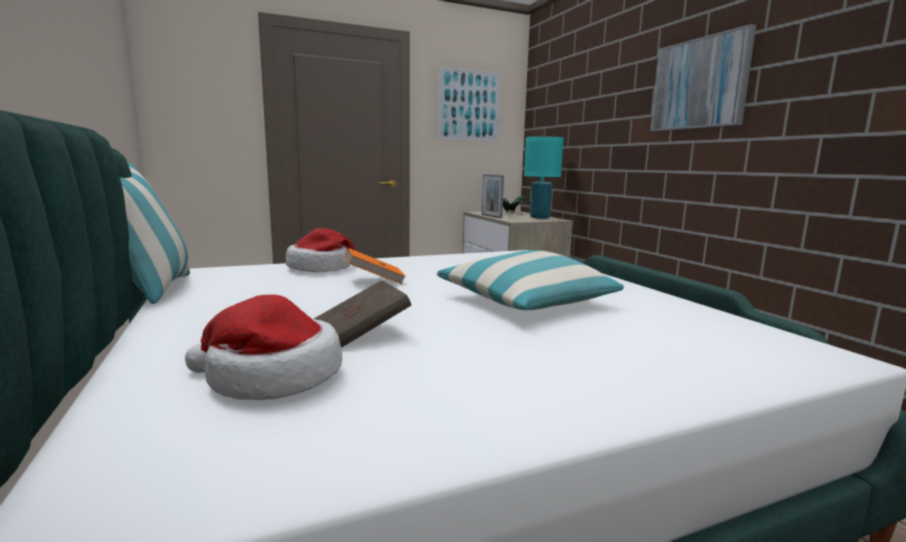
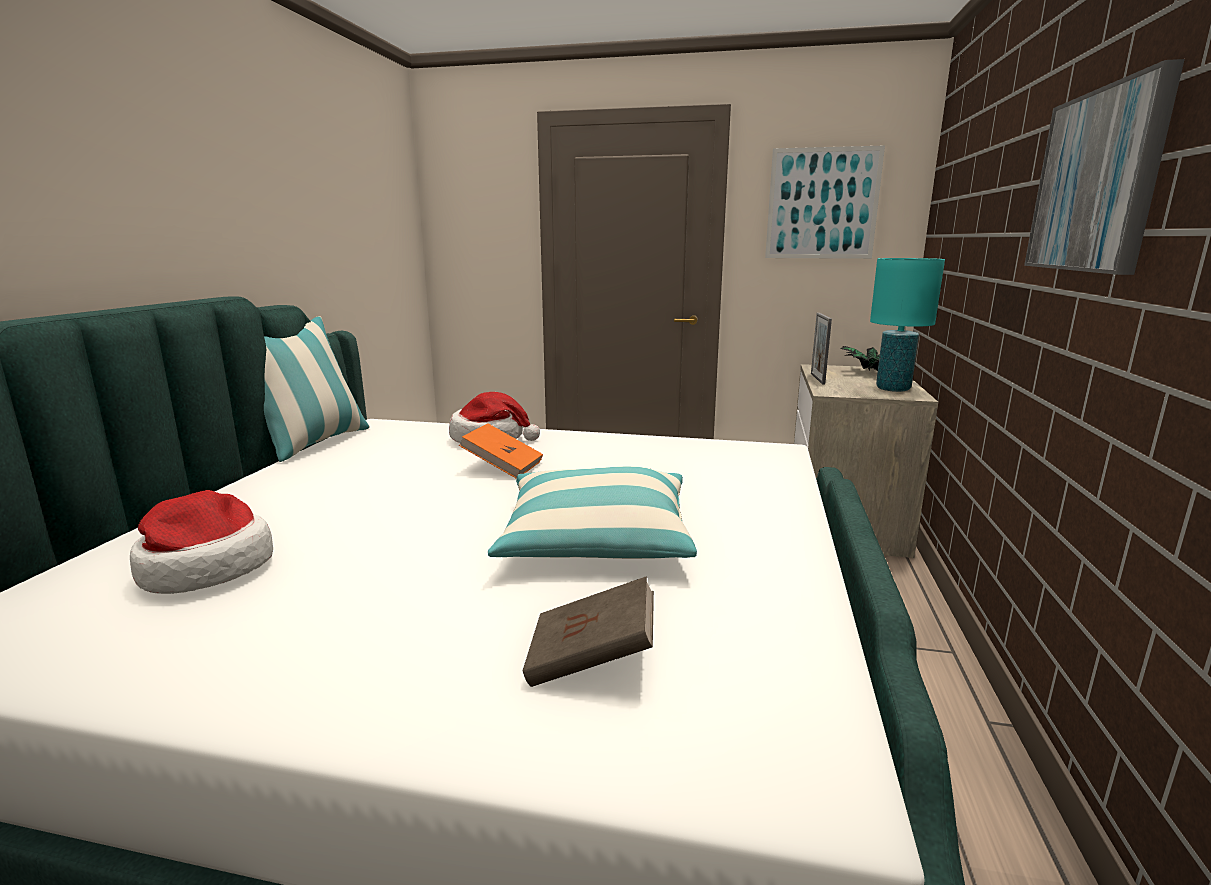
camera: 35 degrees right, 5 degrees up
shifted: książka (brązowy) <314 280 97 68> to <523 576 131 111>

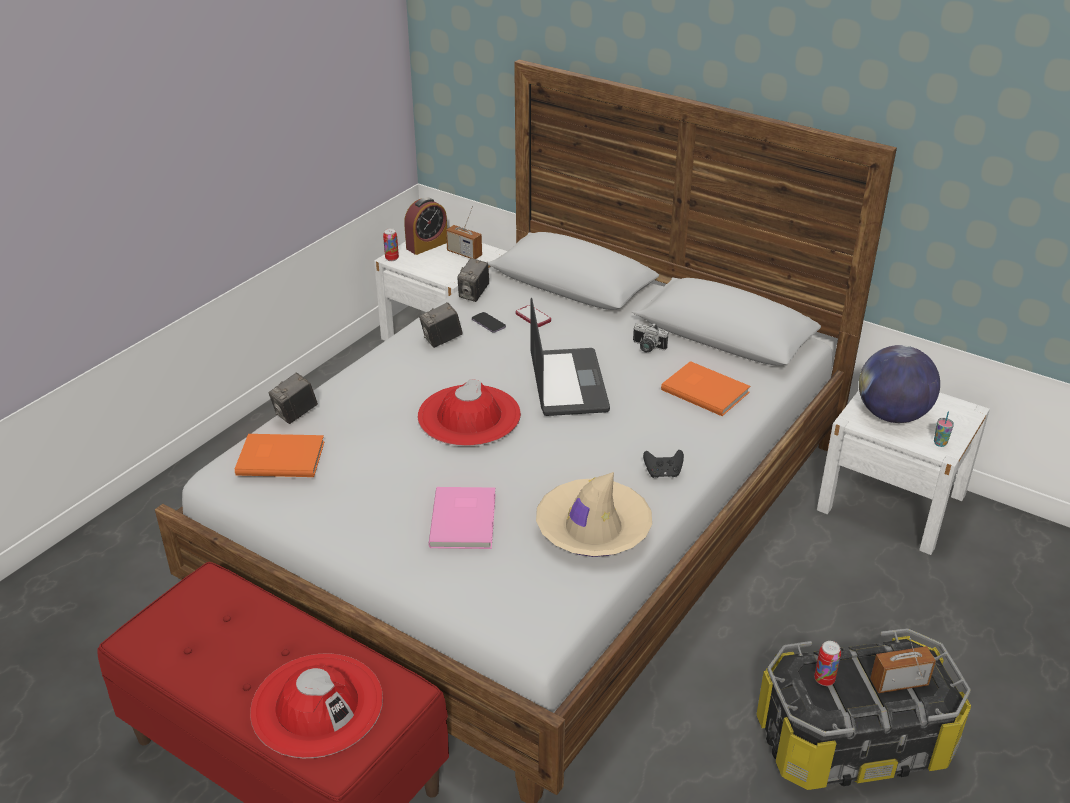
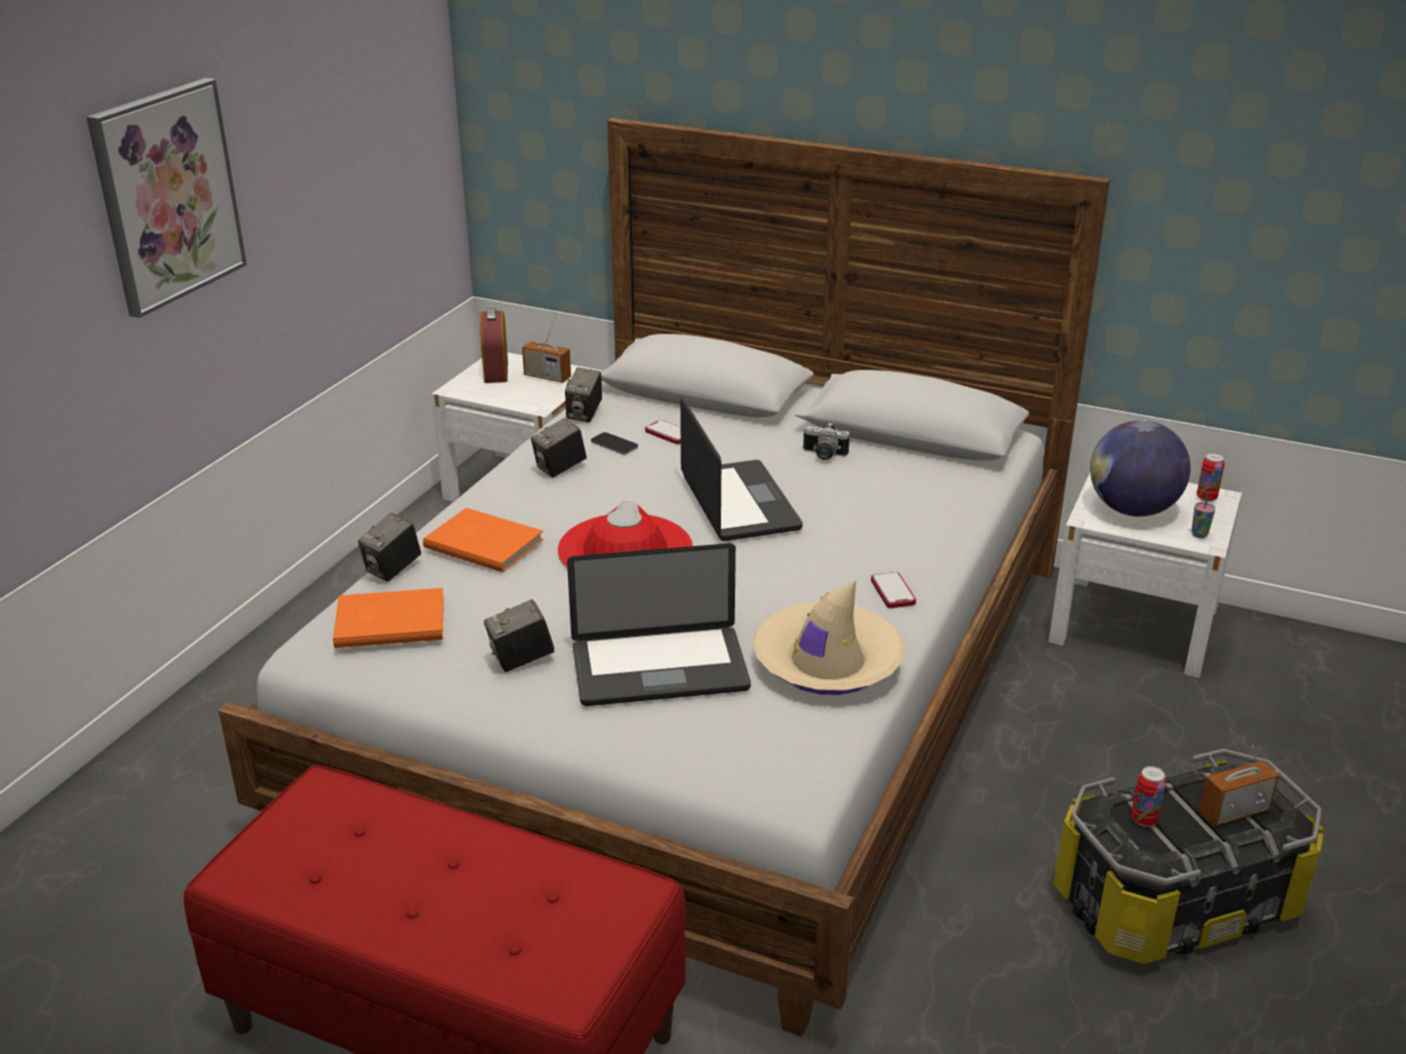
camera: 10 degrees left, 5 degrees down
gone: kapelusz (czerwony) <250 653 133 105>
new: obraz <87 78 160 240>; aparat fotograficzny <484 599 70 73>
shifted: puszka <383 228 16 33> to <1197 453 28 49>; książka (pomarańczowy) <661 361 89 55> to <423 508 121 64>
swapped: książka (różowy) <428 487 68 62> to laptop <567 543 184 163>; pad do gier (czarny) <643 450 41 28> to telefon <871 572 45 36>
rotated: budzik <404 197 43 58> = <480 308 28 75> 135 degrees clockwise

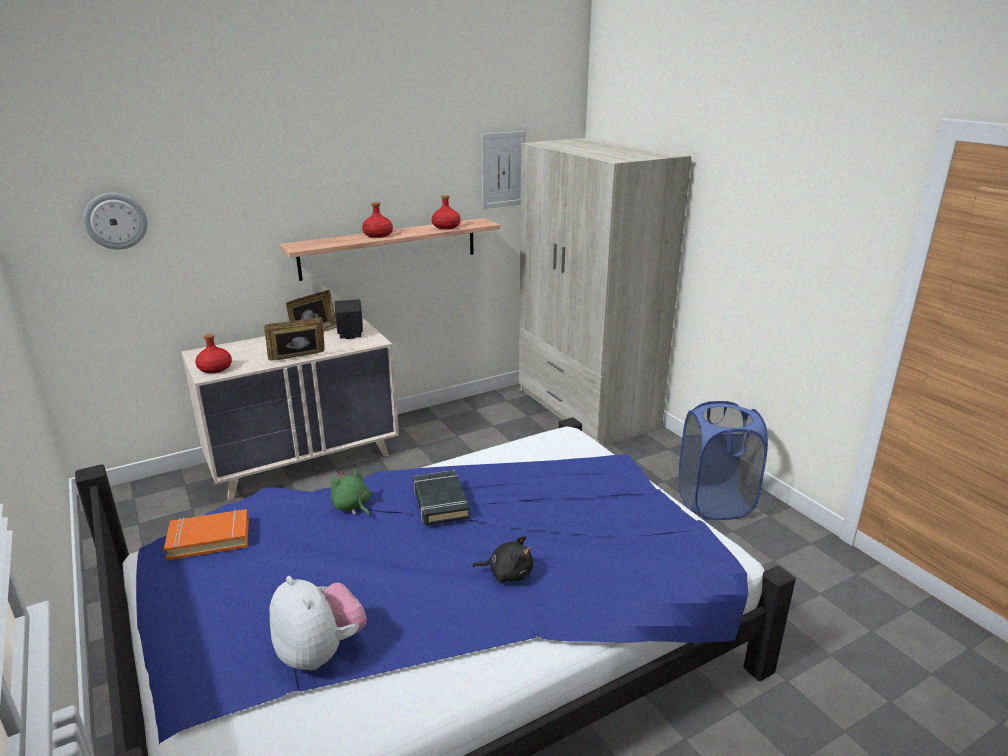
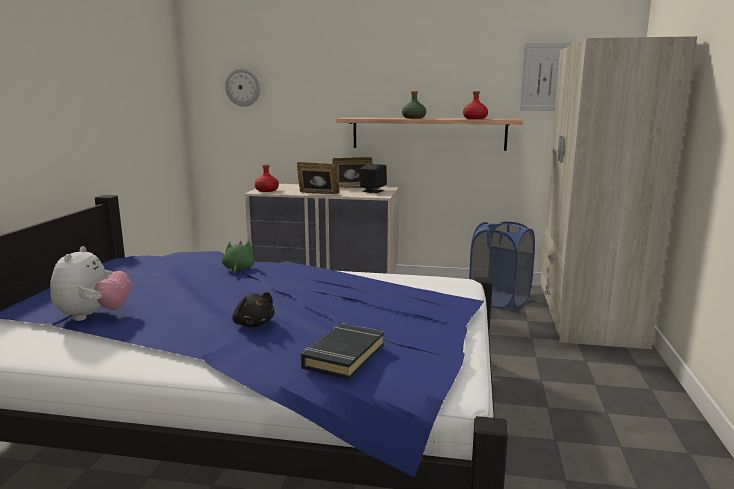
camera: 40 degrees right, 10 degrees down
gone: książka (pomarańczowy) <164 509 85 51>
shifted: książka (czarny) <413 470 57 56> to <301 323 84 57>; kosz na pranie (niebieski) <679 401 89 119> to <469 221 66 88>
repainted: butelka (czerwony) <362 202 31 36> to butelka (zielony) <402 91 24 28>

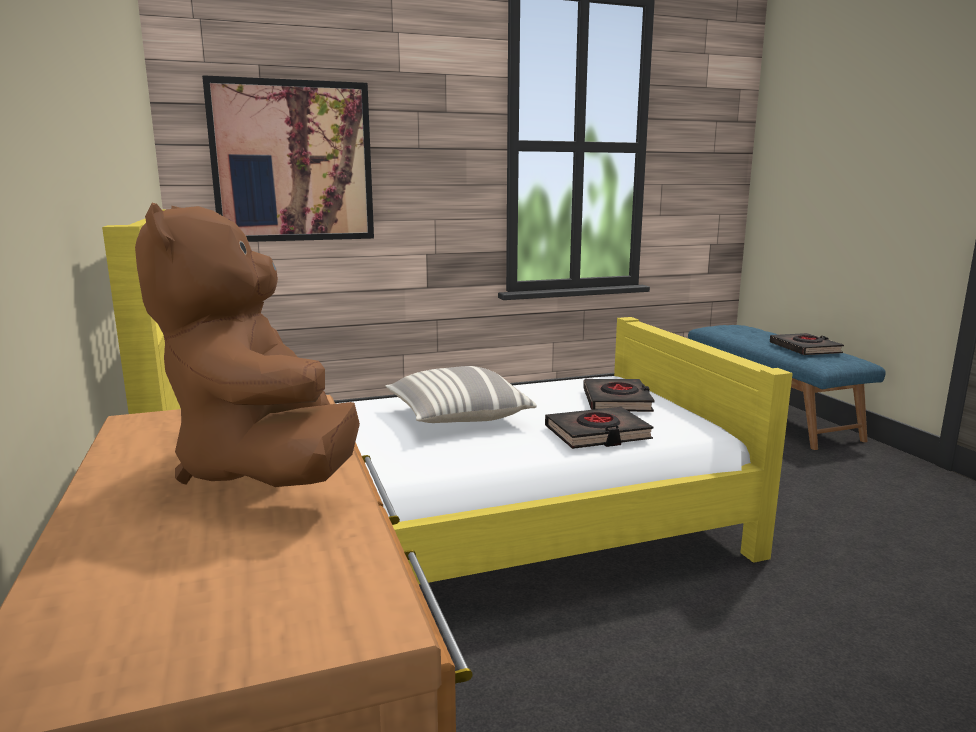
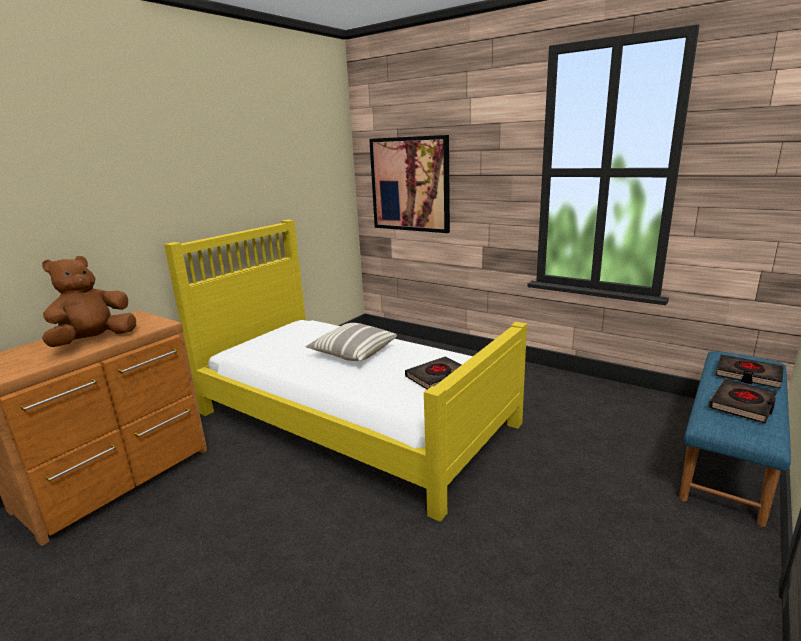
camera: 55 degrees right, 5 degrees up
shifted: książka (czarny) <545 407 108 42> to <715 354 69 35>

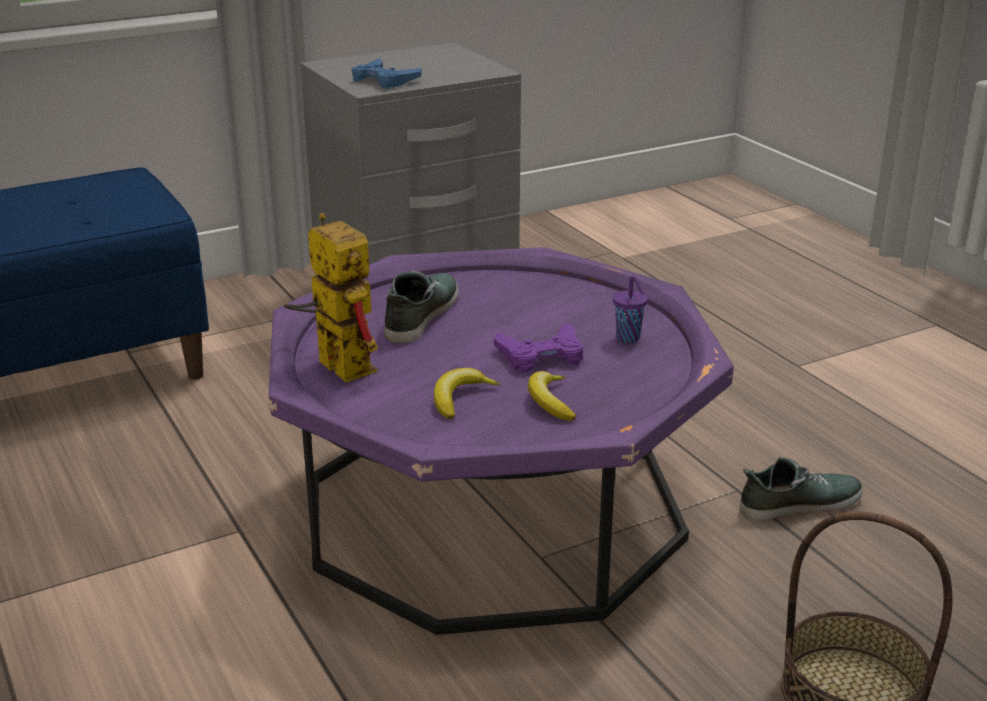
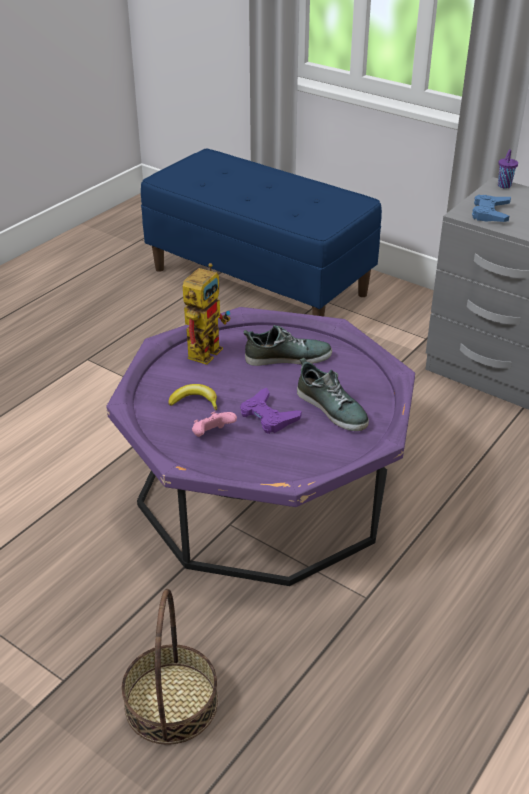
camera: 65 degrees right, 10 degrees up
shifted: filiżanka (fioletowy) <613 276 34 67> to <498 149 20 39>; but <740 457 123 64> to <297 358 72 73>
swapped: banan <528 371 48 50> to pad do gier (różowy) <192 411 45 26>

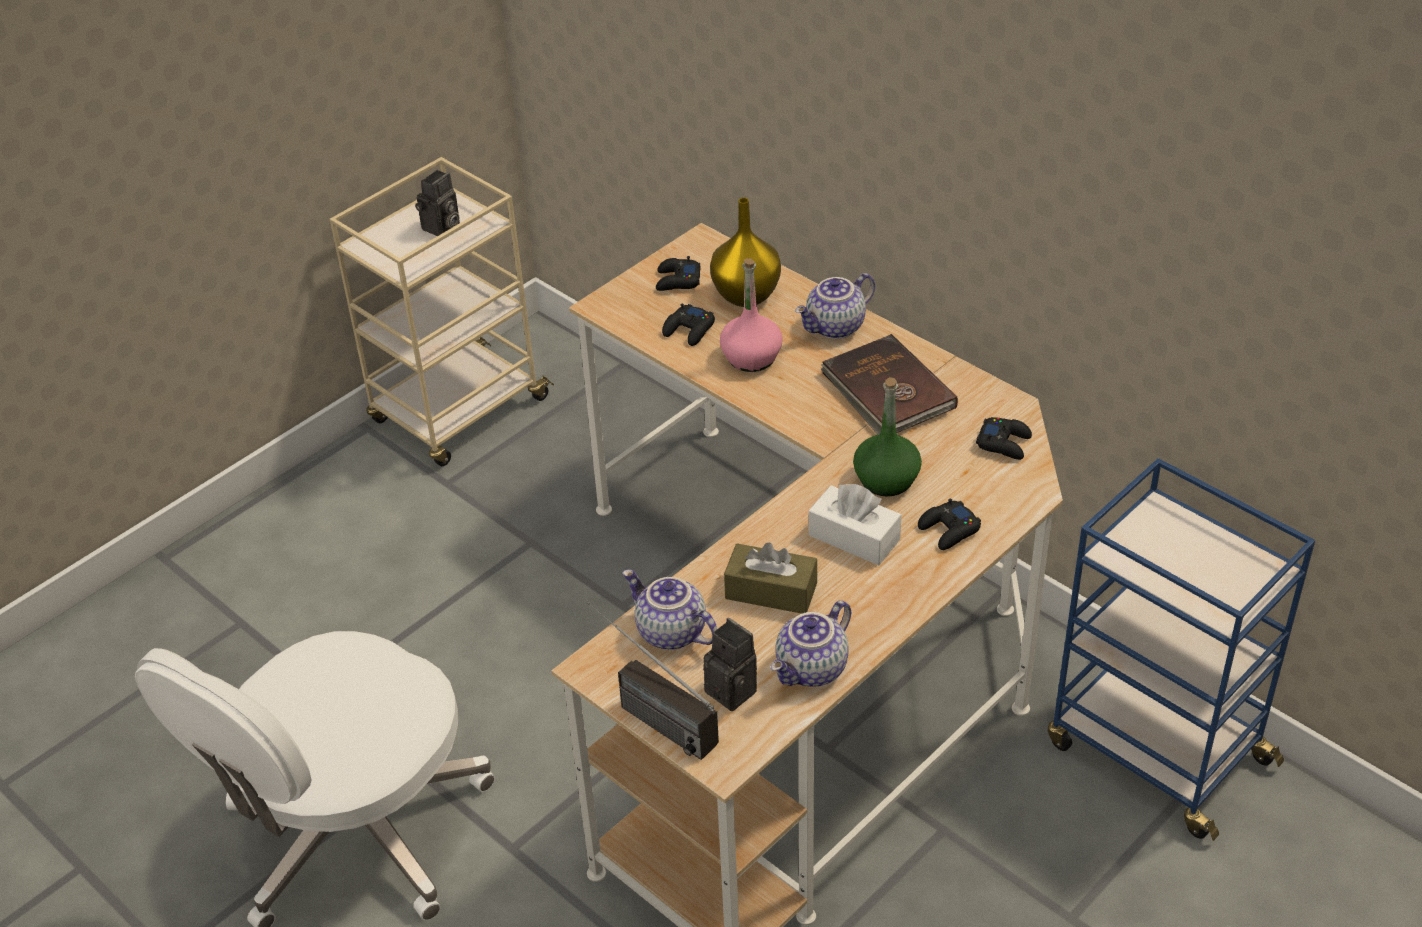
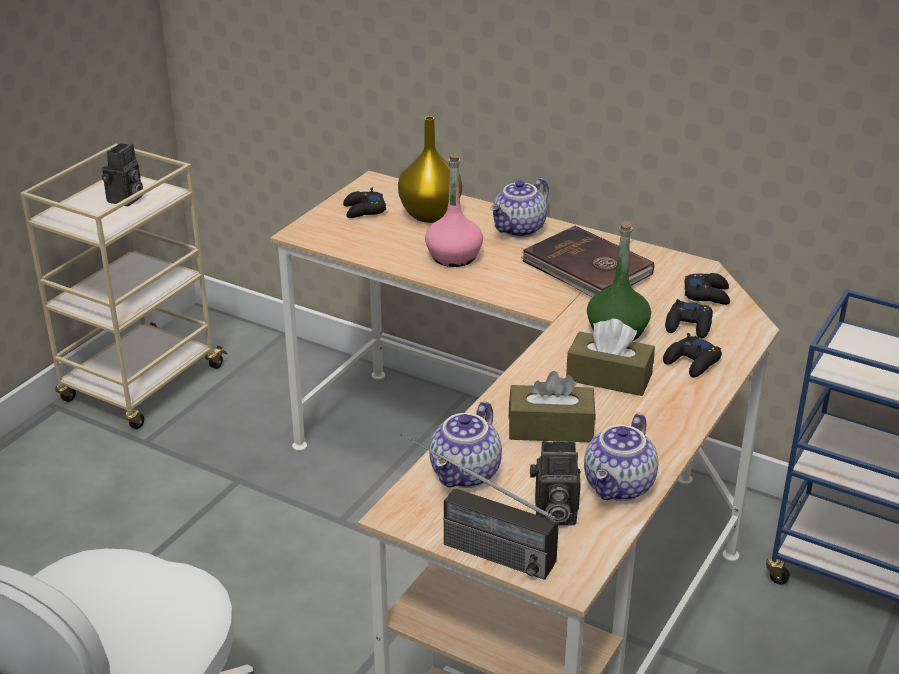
camera: 15 degrees left, 10 degrees down
shifted: pad do gier (czarny) <662 303 53 43> to <665 299 48 39>
repainted: pudełko chusteczek (biały) <809 484 92 81> to pudełko chusteczek (brązowy) <566 319 89 77>
rotated: imbryk <623 569 94 81> = <429 401 73 87> 90 degrees counterclockwise; aparat fotograficzny <703 618 54 93> = <530 441 51 84> 150 degrees clockwise

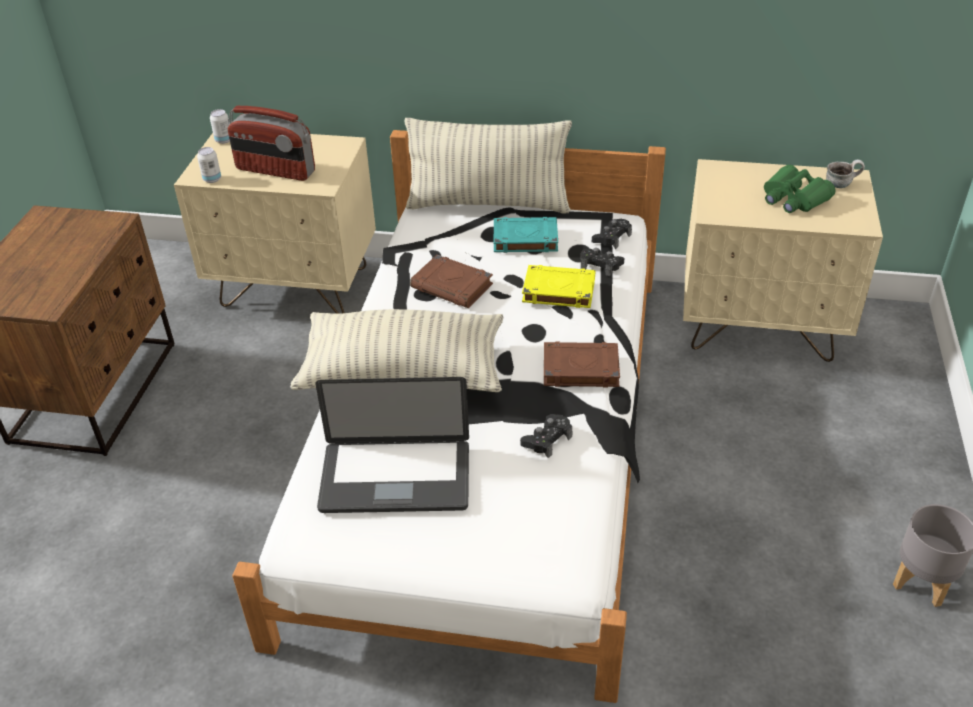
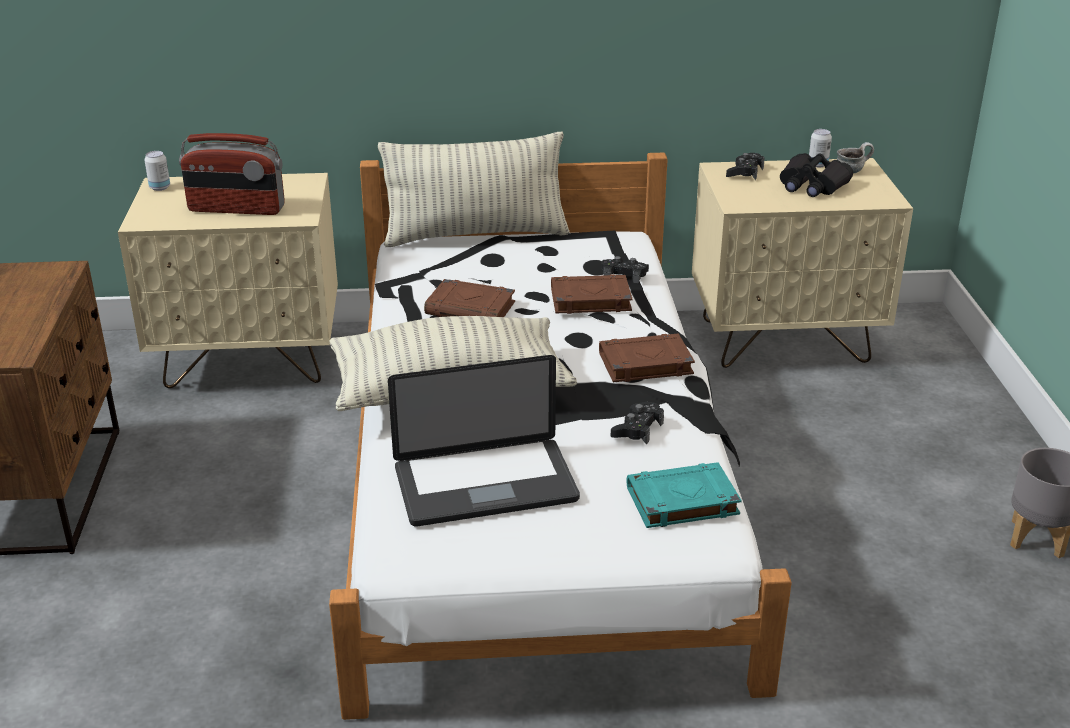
camera: 15 degrees left, 10 degrees down
shifted: puszka <197 147 24 36> to <809 129 23 38>; książka (turkusowy) <494 217 64 36> to <627 462 115 66>; pad do gier (czarny) <592 219 40 30> to <726 153 39 27>
repainted: książka (żółty) <522 265 73 43> to książka (brązowy) <551 274 81 40>; lornetka (zielony) <764 165 71 48> to lornetka (czarny) <780 153 73 44>

